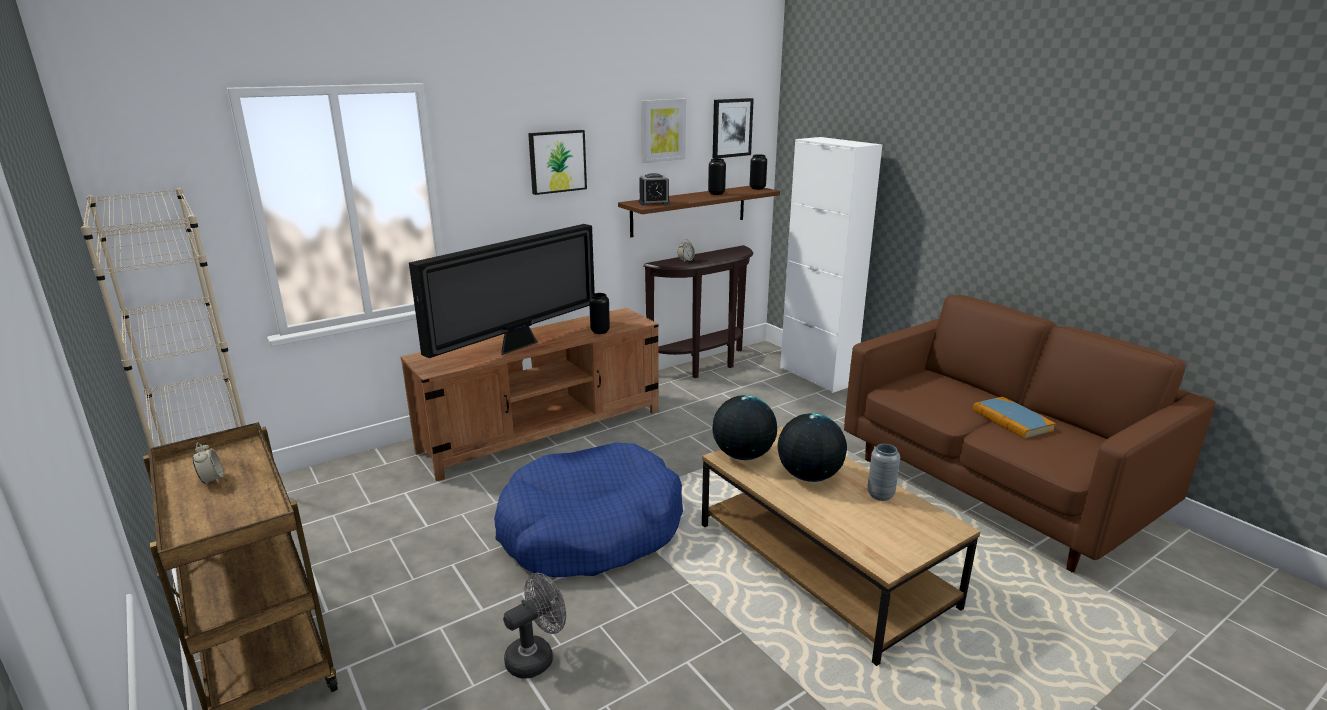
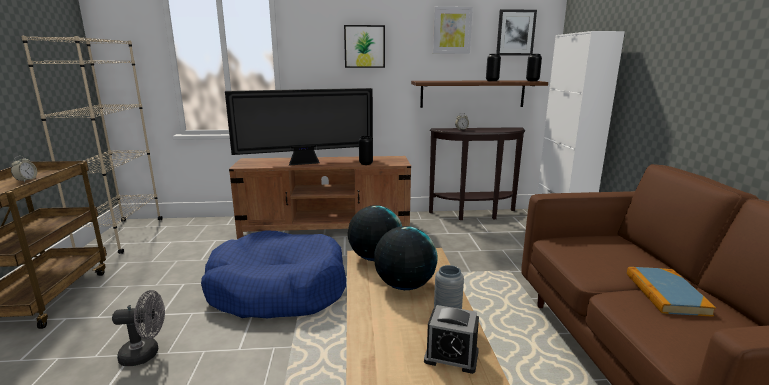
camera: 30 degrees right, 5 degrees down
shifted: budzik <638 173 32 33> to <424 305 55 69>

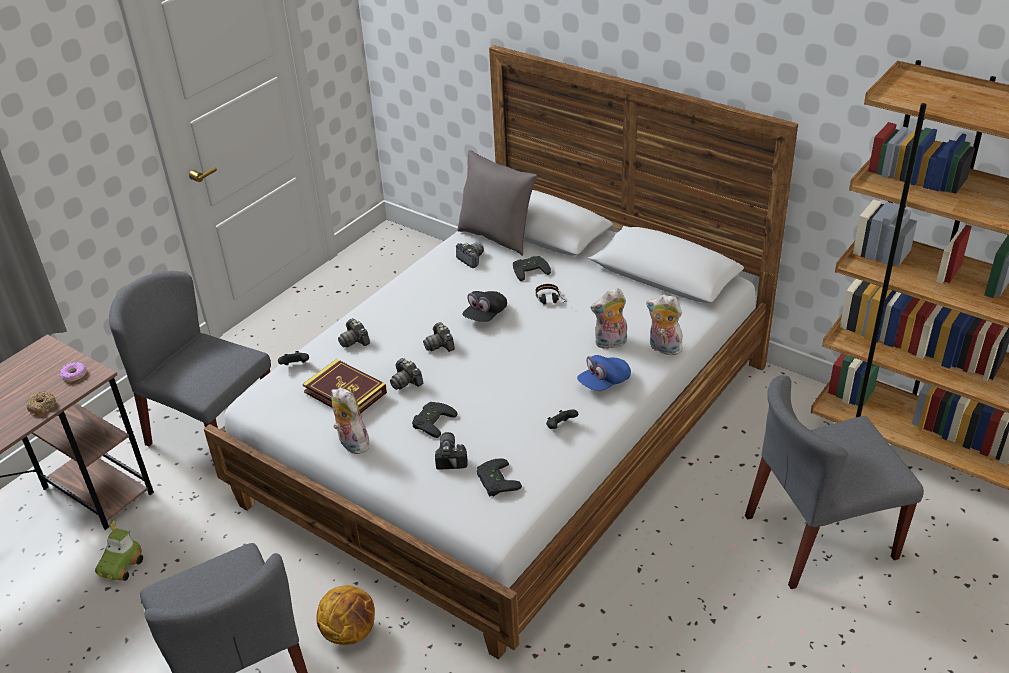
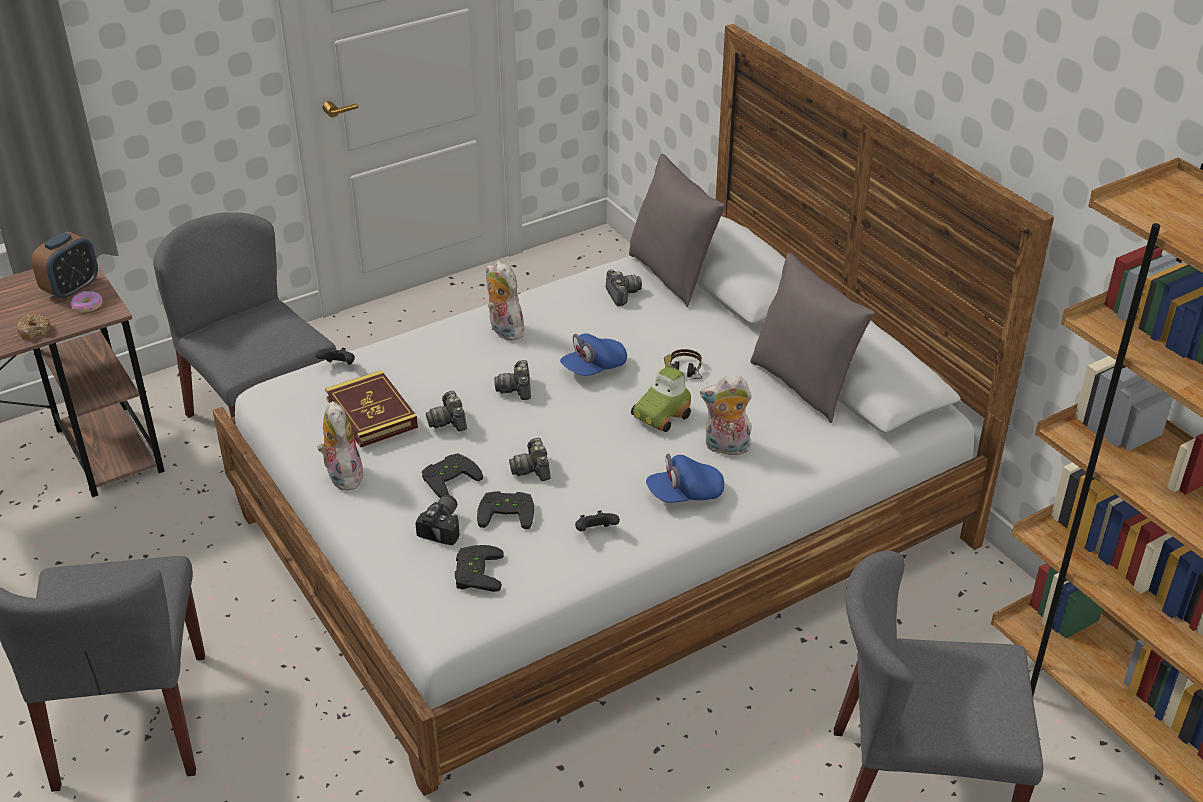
camera: 20 degrees right, 0 degrees up
gone: piłka do koszykówki <316 585 59 60>
new: budzik <31 232 67 68>; poduszka (szary) <750 253 125 170>
shifted: samochodzik <95 520 48 61> to <631 354 60 78>; aparat fotograficzny <338 318 32 29> to <509 438 41 43>; pad do gier (czarny) <513 256 38 25> to <477 491 57 38>; pluszak <646 294 37 61> to <486 261 39 80>
repainted: czapka z daszkiem (czarny) <462 291 45 31> to czapka z daszkiem (niebieski) <560 333 67 43>

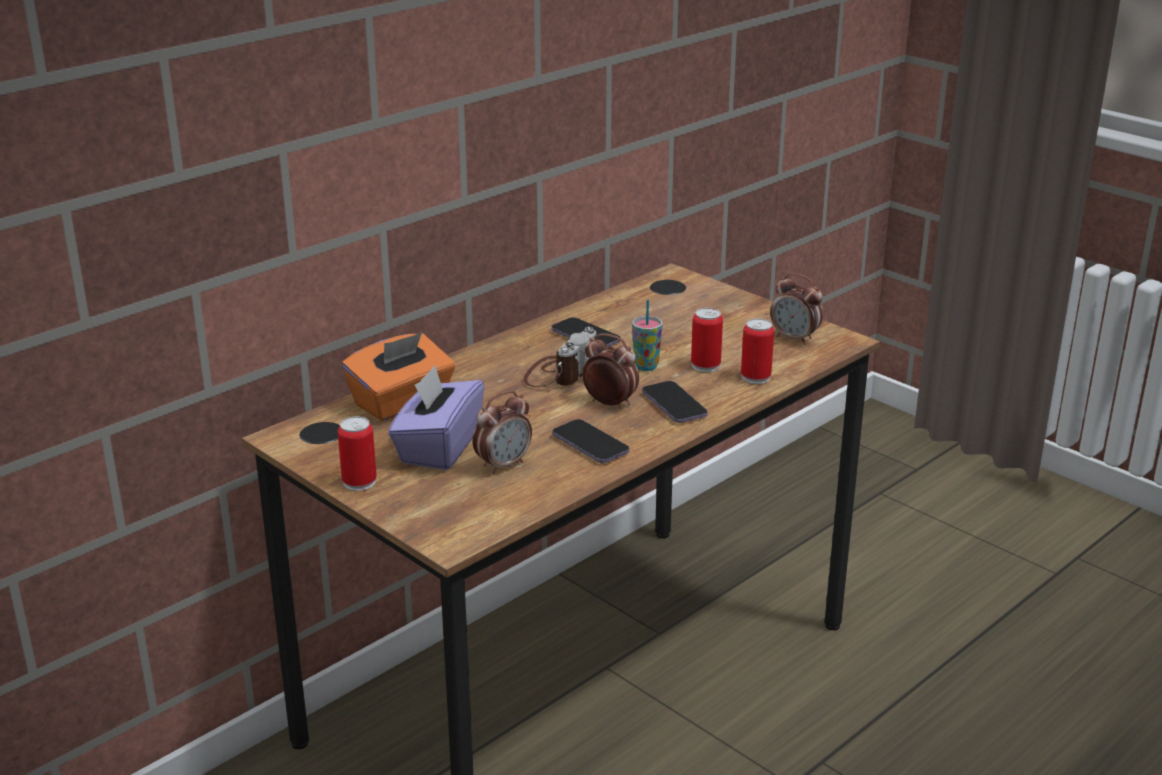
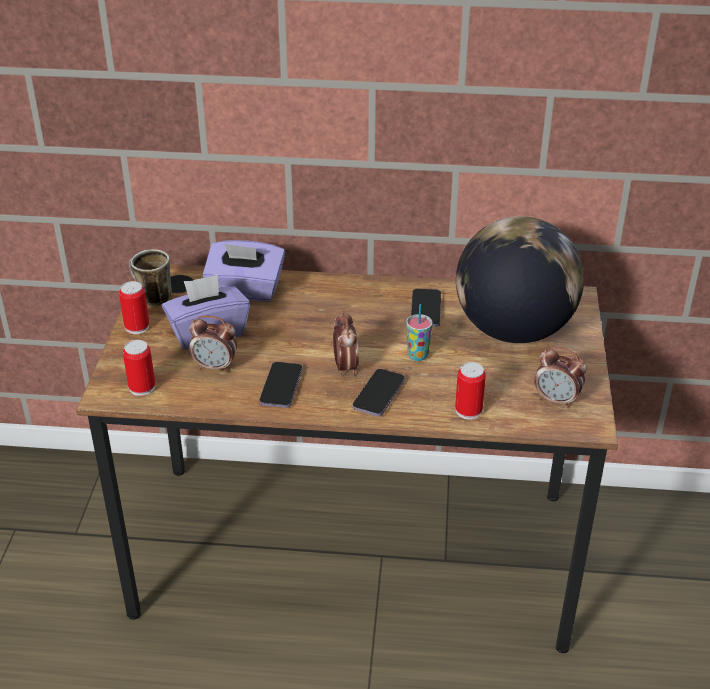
camera: 50 degrees right, 10 degrees up
gone: aparat fotograficzny <523 327 75 60>
new: kubek <129 249 43 57>; globus <456 216 128 127>
shifted: puszka <691 308 32 64> to <123 340 32 56>
repainted: pudełko chusteczek (pomarańczowy) <342 332 113 89> to pudełko chusteczek (fioletowy) <203 240 82 61>
rotated: budzik <770 273 53 72> = <534 347 53 61> 60 degrees counterclockwise

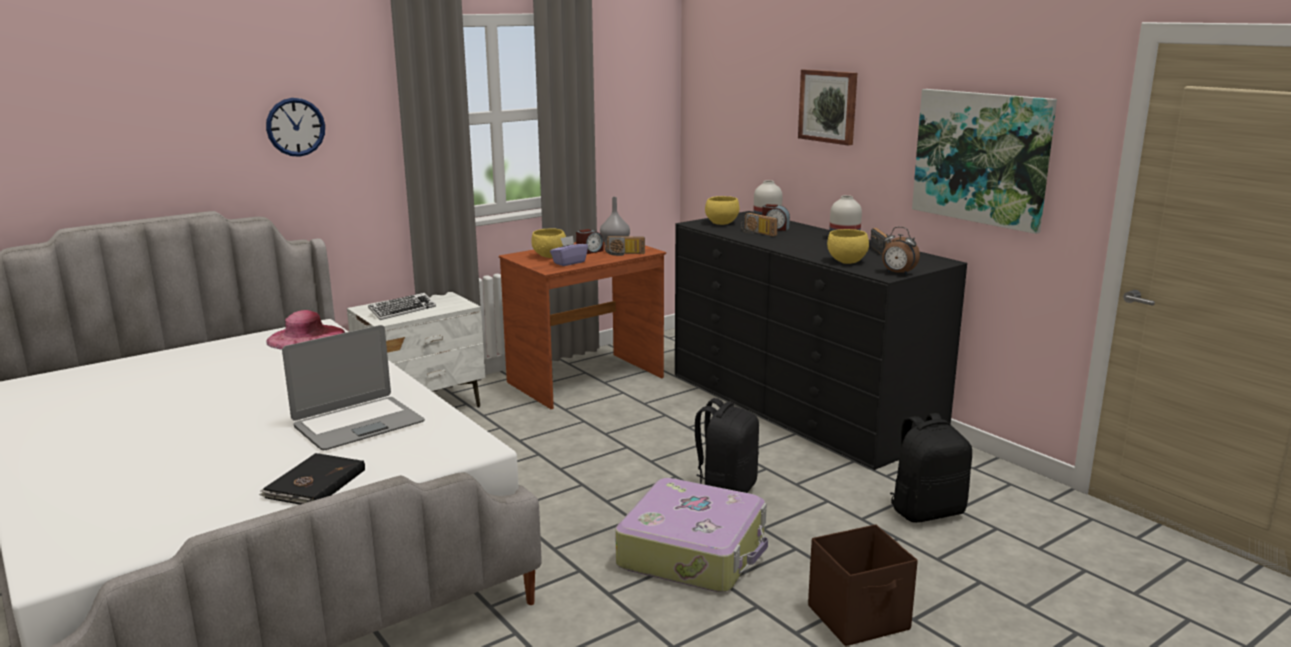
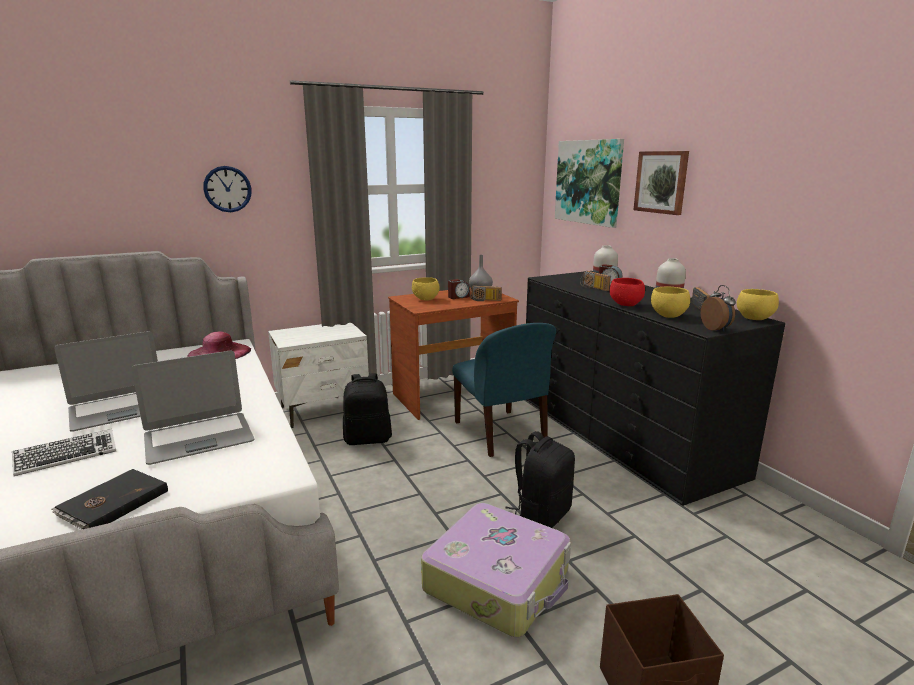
camera: 10 degrees right, 0 degrees up
gone: pudełko chusteczek (fioletowy) <550 236 38 30>
new: laptop <54 331 104 101>; krzesło (niebieski) <452 323 104 134>; miska (czerwony) <610 278 35 28>
shifted: klawiatura <368 293 68 27> to <12 429 104 47>; miska (żółty) <705 196 34 29> to <737 289 42 31>; plecak (czarny) <890 413 82 110> to <343 373 49 72>; obraz <912 89 145 145> to <555 139 69 89>
rotated: budzik <882 227 38 48> = <701 285 35 47> 150 degrees counterclockwise

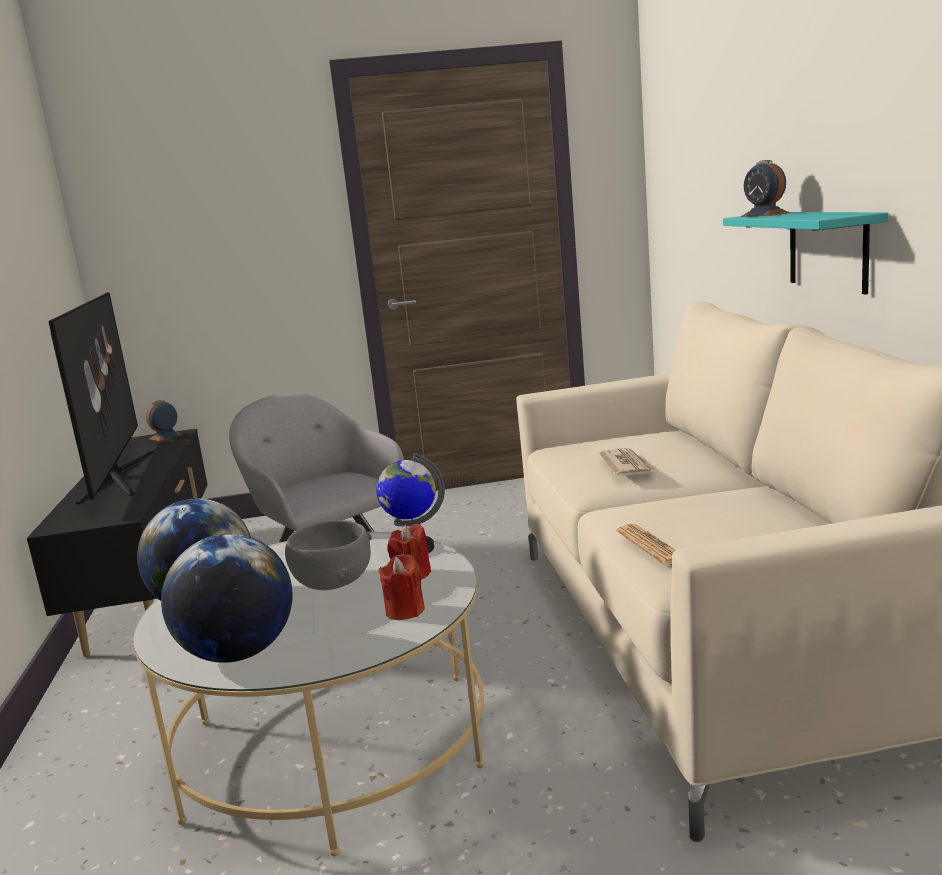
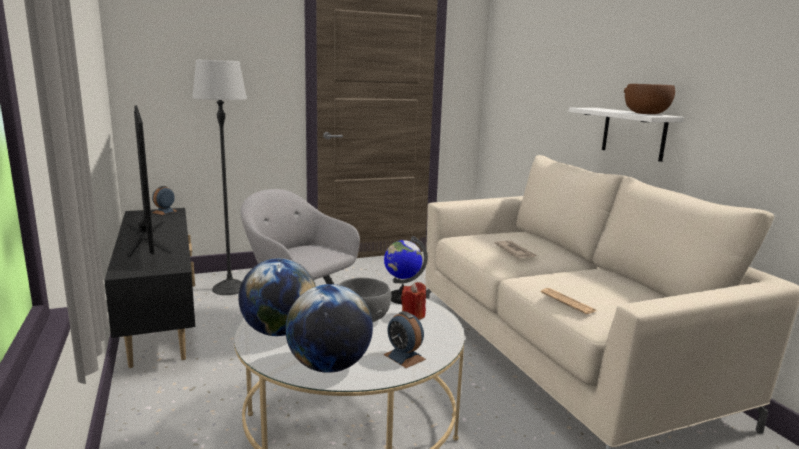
camera: 15 degrees left, 0 degrees up
gone: świeca (czerwony) <379 554 46 66>
new: lampa stojąca <192 60 55 235>; miska (brązowy) <624 84 51 30>
shifted: budzik <741 160 49 57> to <384 311 42 57>
repainted: półka (turkusowy) <723 212 166 83> to półka (biały) <569 108 115 54>

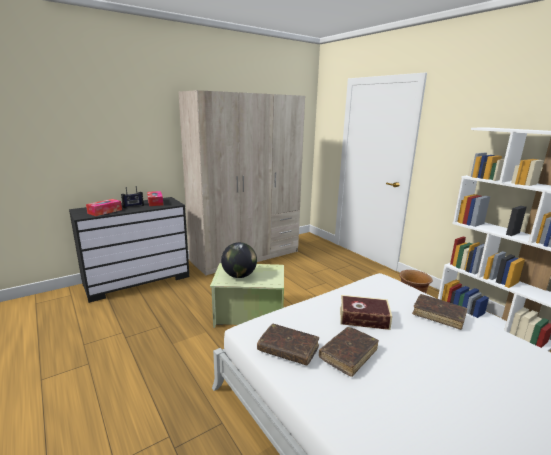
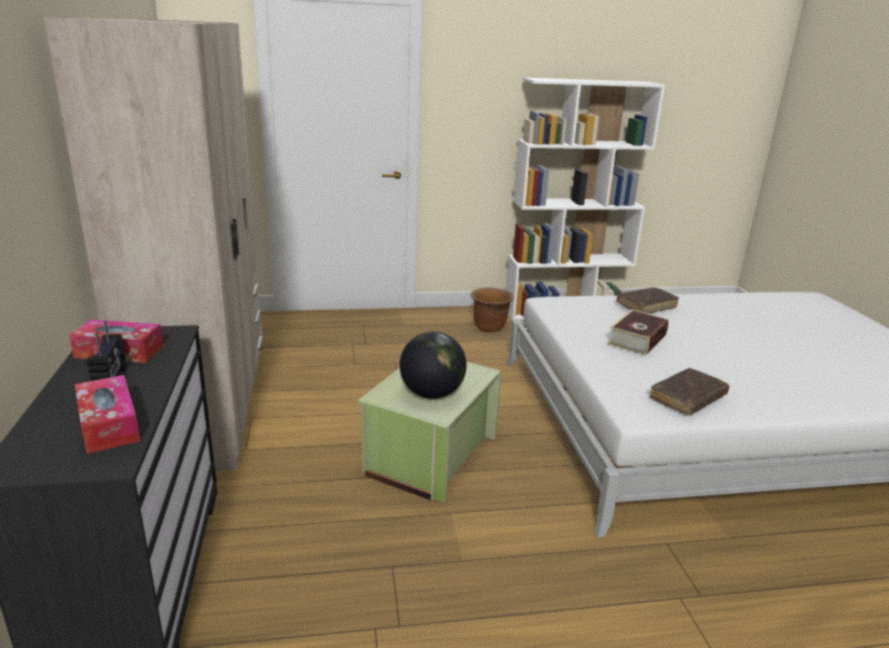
camera: 65 degrees left, 5 degrees up
gone: książka (brązowy) <319 327 60 50>

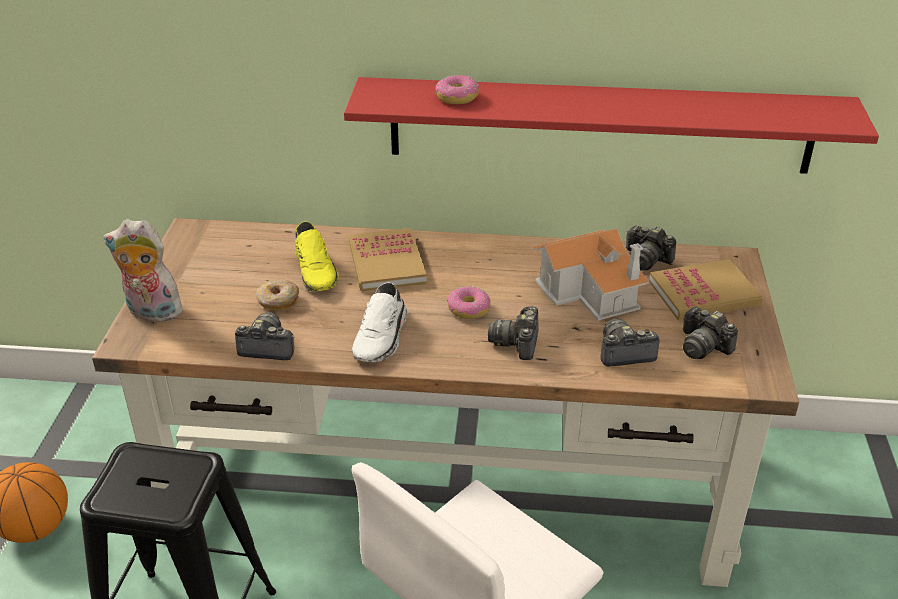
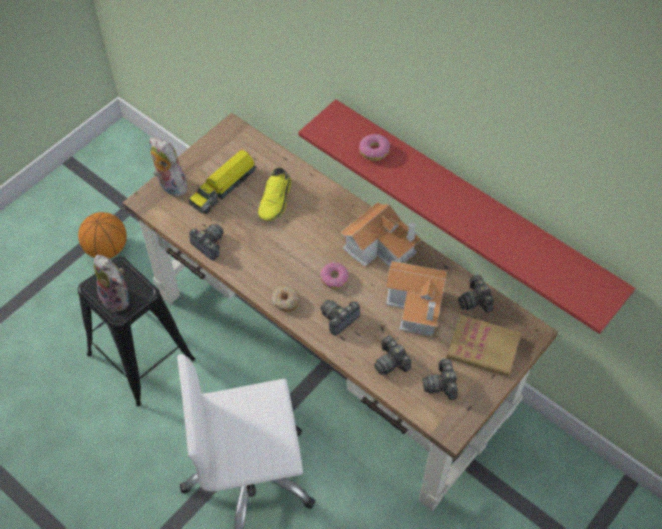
camera: 35 degrees right, 20 degrees up
gone: książka <349 228 78 63>; but (biały) <352 282 55 80>
new: pluszak <94 255 35 57>; ciężarówka zabawkowa <189 150 68 64>; domek <340 202 82 65>
shifted: donut <256 280 43 30> to <272 286 28 26>
rotated: aparat fotograficzny <600 318 60 48> = <374 336 37 39> 150 degrees counterclockwise

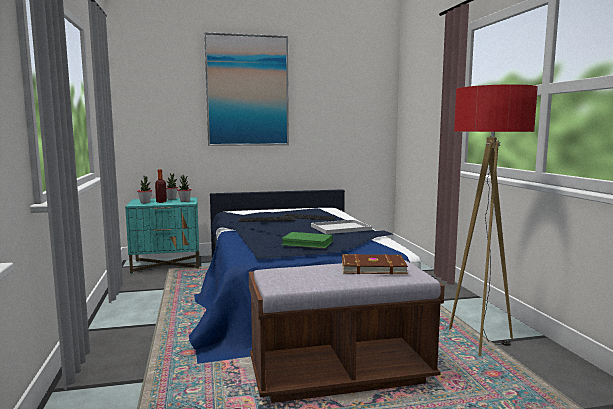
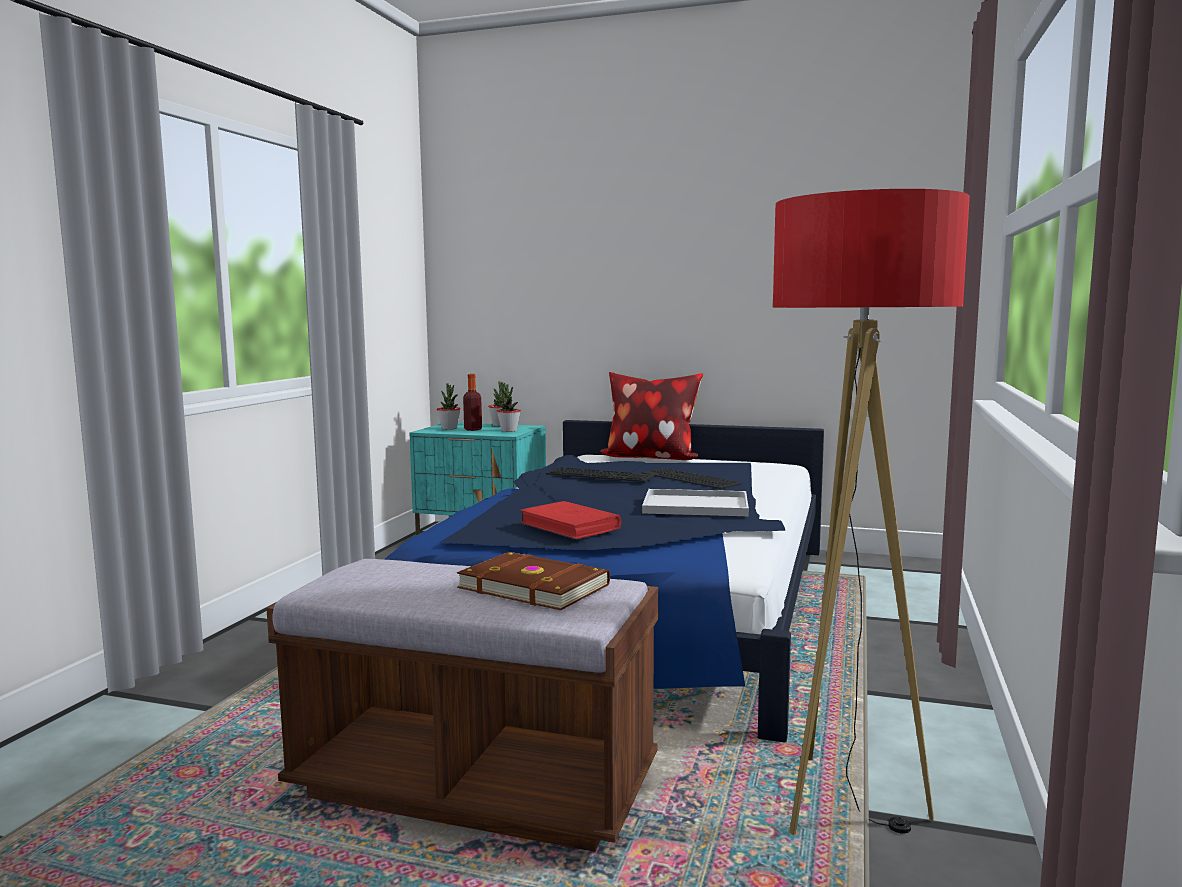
camera: 30 degrees right, 0 degrees up
gone: obraz <204 32 85 114>
new: poduszka <600 372 103 88>
repainted: książka (zielony) <281 232 52 17> to książka (czerwony) <520 501 101 38>

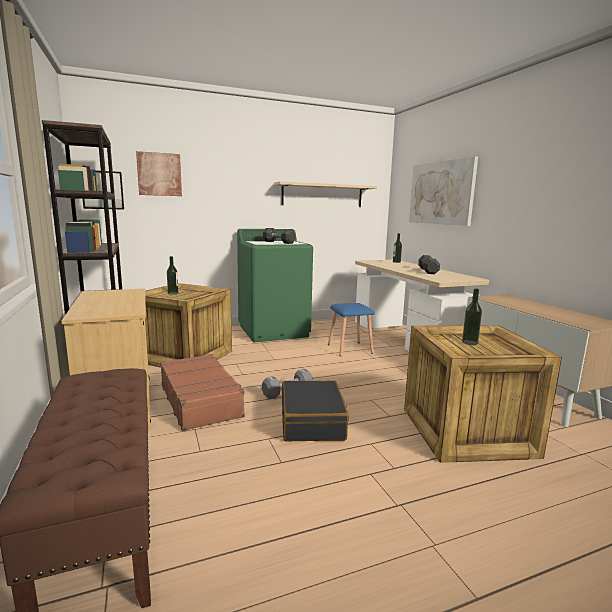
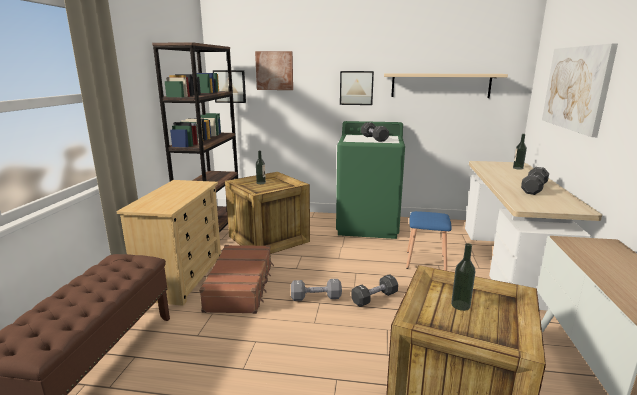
camera: 30 degrees right, 5 degrees up
gone: walizka (czarny) <281 380 68 61>
new: obraz <340 71 34 34>; hantel (czarny) <351 274 47 33>

